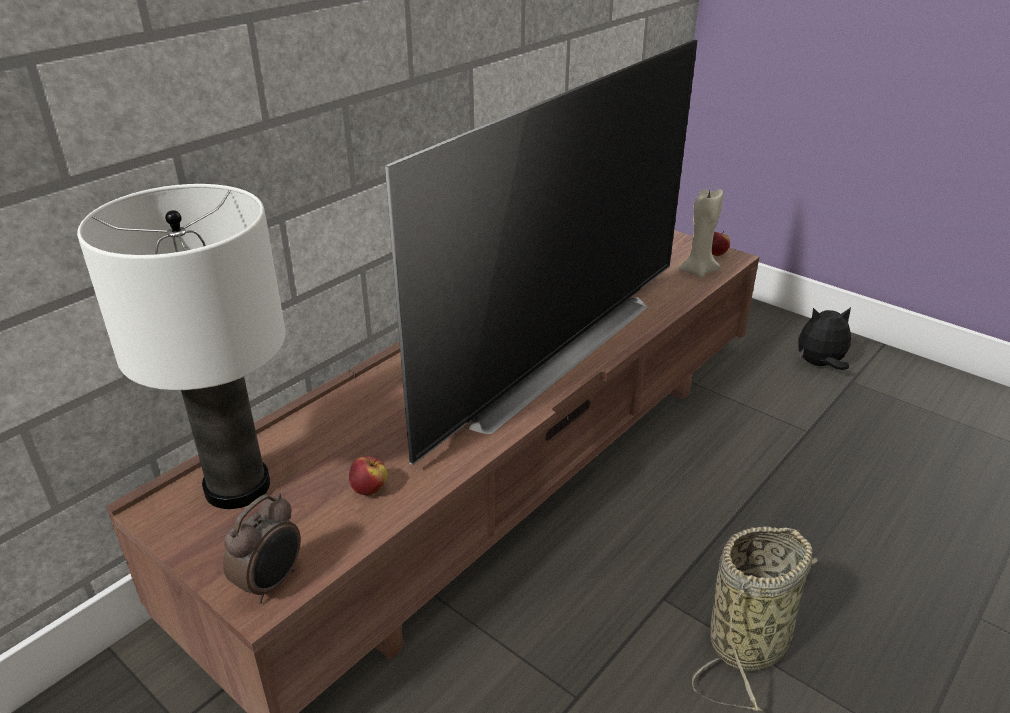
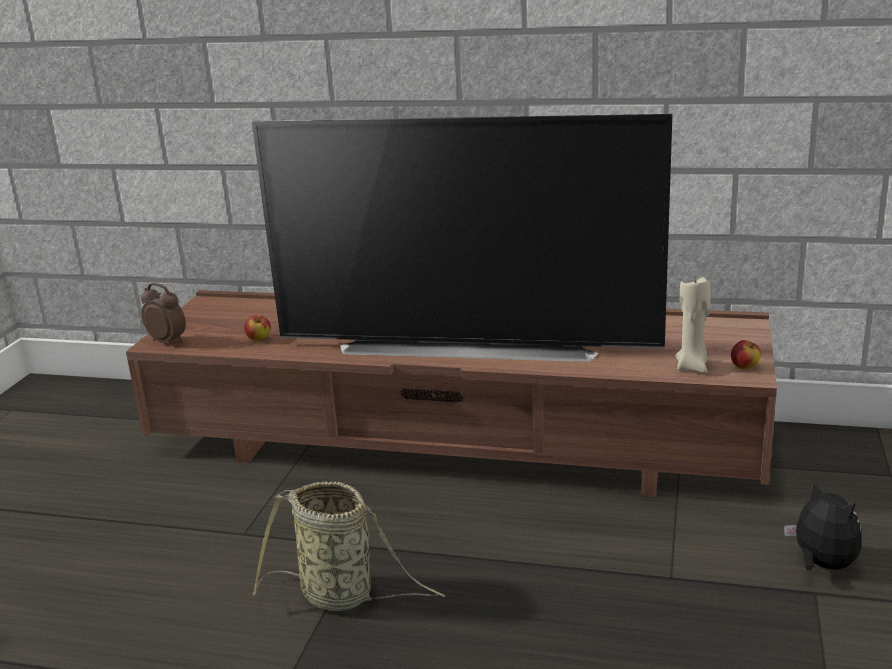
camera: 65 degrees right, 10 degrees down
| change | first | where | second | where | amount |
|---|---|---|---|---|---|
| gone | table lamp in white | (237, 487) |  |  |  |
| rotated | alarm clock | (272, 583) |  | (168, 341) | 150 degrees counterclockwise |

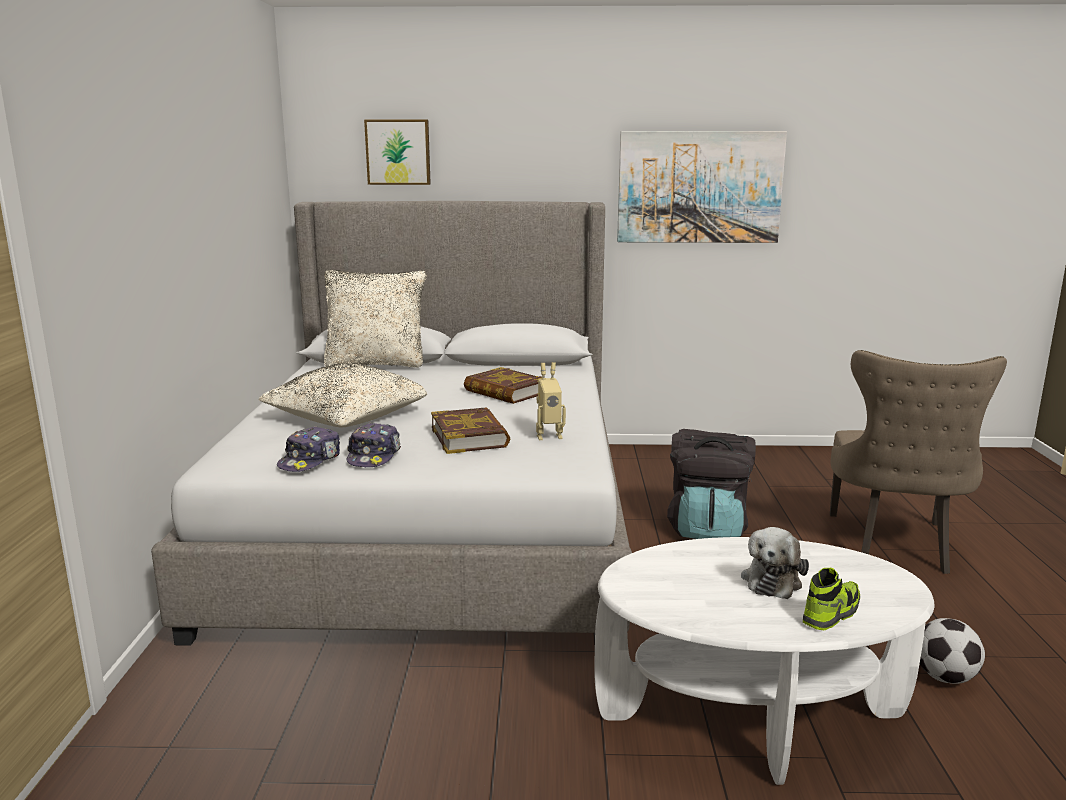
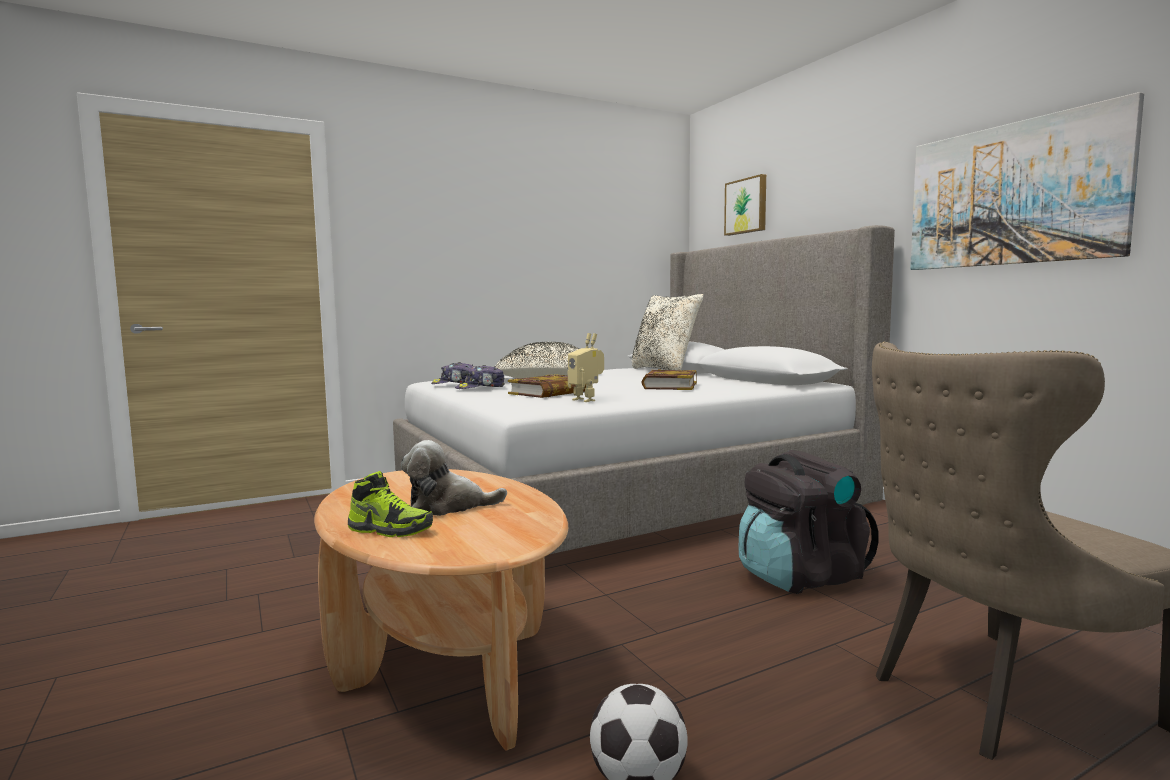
camera: 60 degrees right, 10 degrees down
| change | first | where | second | where | amount |
|---|---|---|---|---|---|
| repainted | coffee table in white | (751, 717) | coffee table in brown | (444, 660) |  |

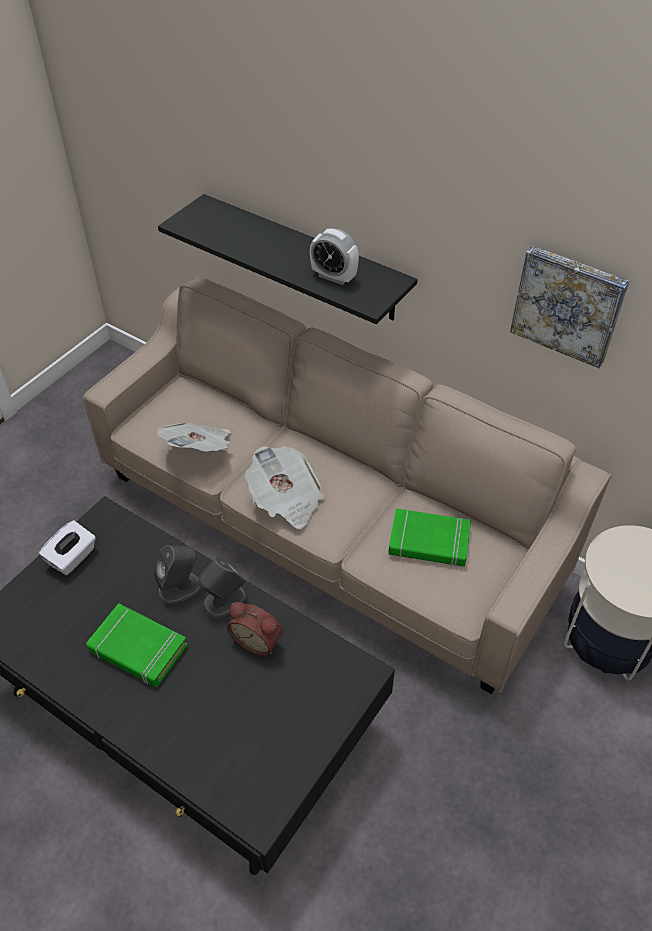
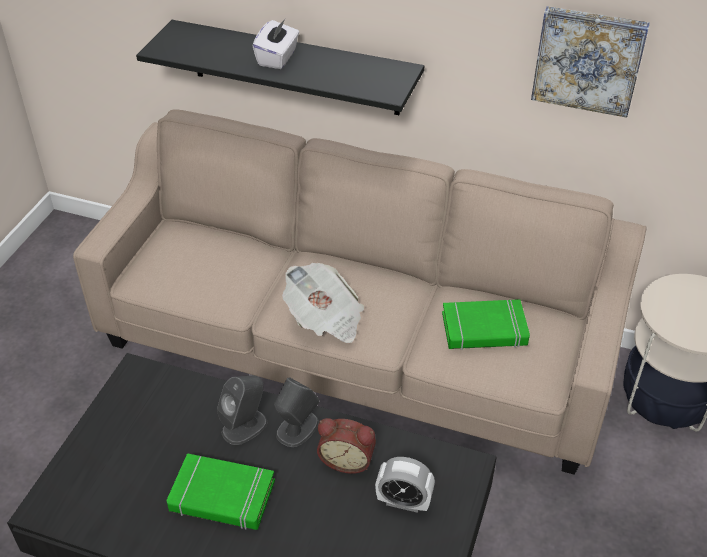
camera: 15 degrees left, 5 degrees down
| change | first | where | second | where | amount |
|---|---|---|---|---|---|
| gone | newspaper | (199, 449) |  |  |  |
| shifted | tissue box in white | (72, 558) |  | (277, 58) |  |
| shifted | alarm clock | (334, 277) |  | (403, 502) |  |

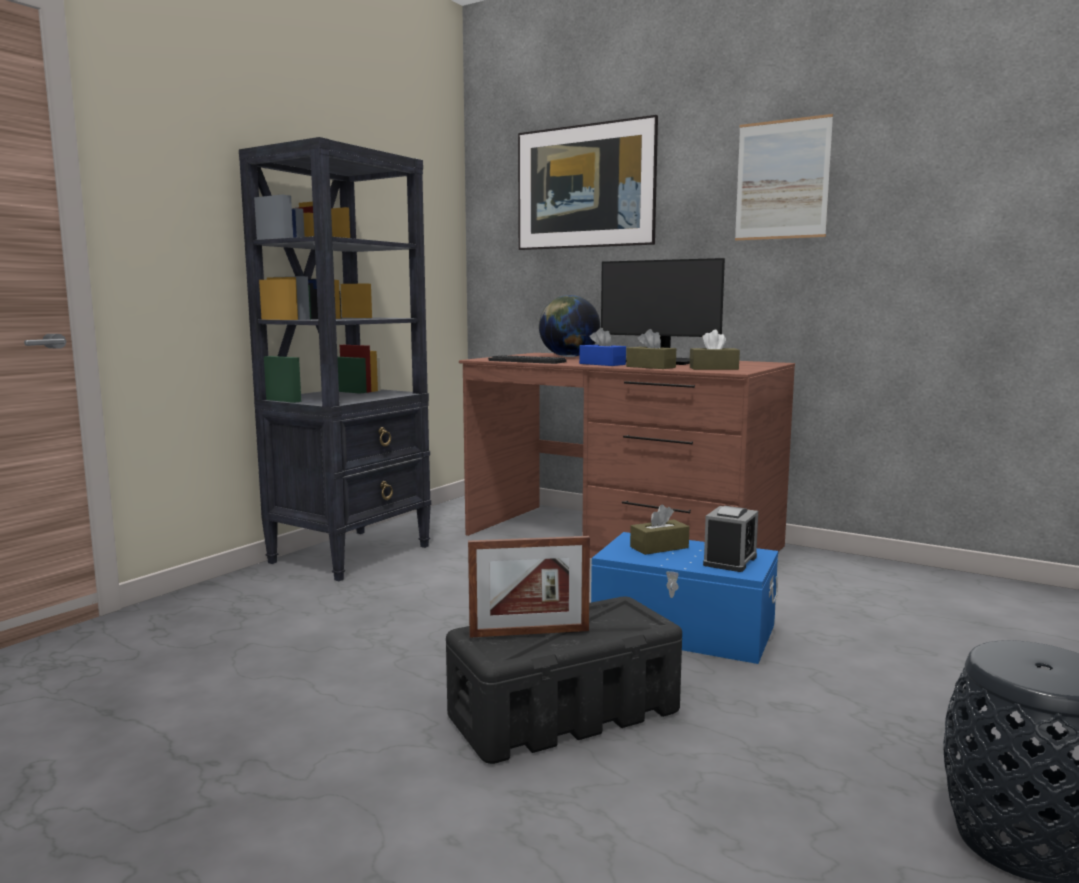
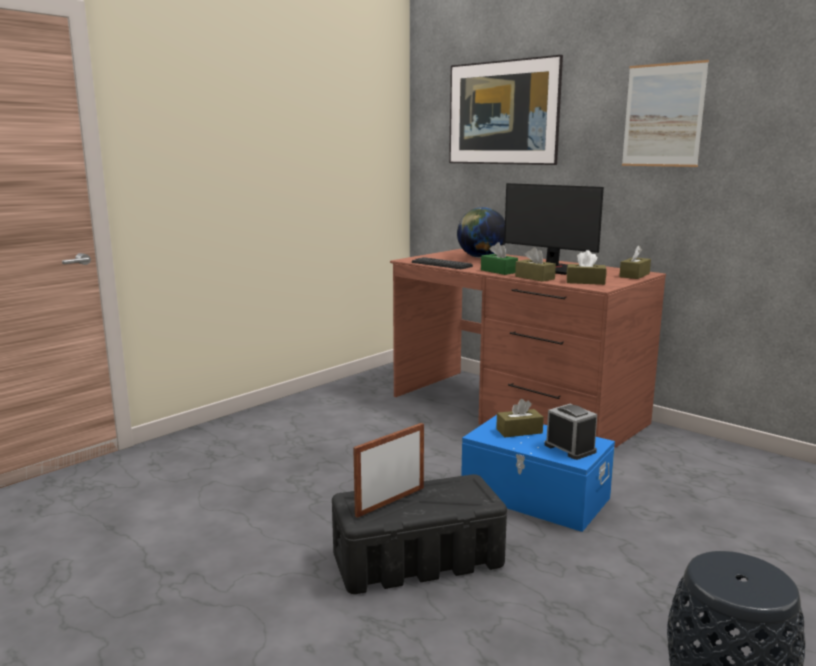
camera: 10 degrees right, 5 degrees up
| change | first | where | second | where | amount |
|---|---|---|---|---|---|
| gone | bookcase in black | (352, 554) |  |  |  |
| new |  |  | tissue box in brown | (634, 275) |  |
| repainted | tissue box in blue | (602, 364) | tissue box in green | (498, 271) |  |
| rotated | picture frame | (529, 633) |  | (390, 501) | 135 degrees clockwise |
| rotated | alarm clock | (730, 561) |  | (570, 448) | 75 degrees counterclockwise |

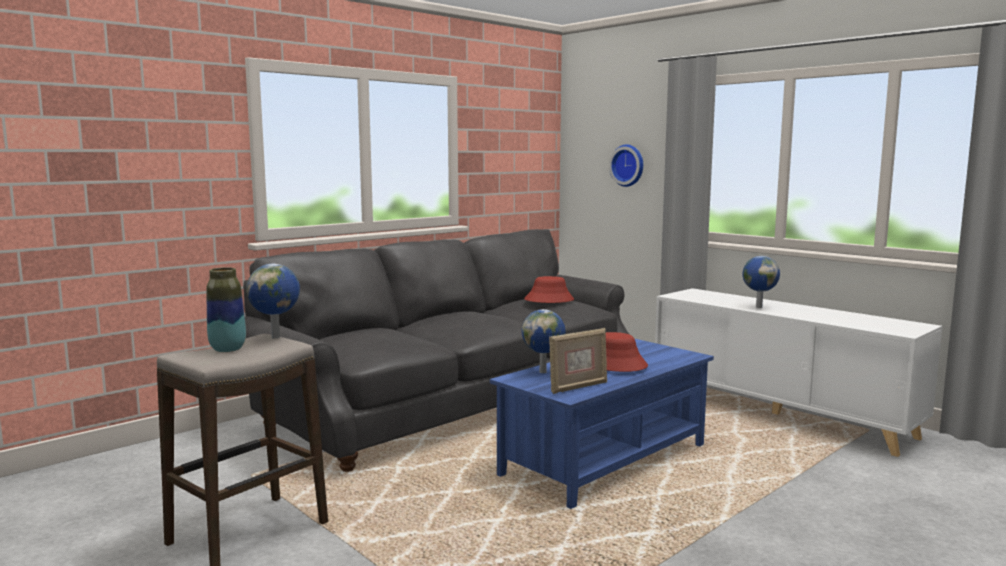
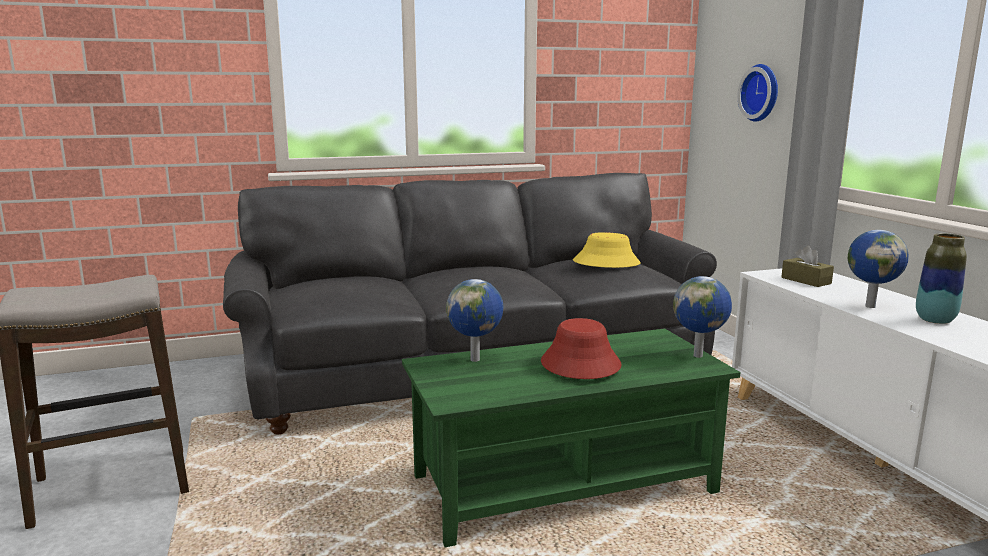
camera: 25 degrees right, 5 degrees up
| change | first | where | second | where | amount |
|---|---|---|---|---|---|
| gone | picture frame | (578, 387) |  |  |  |
| new |  |  | tissue box in brown | (806, 280) |  |
| shifted | vase | (227, 349) |  | (935, 320) |  |
| shifted | globe | (277, 337) |  | (699, 356) |  |
| repainted | coffee table in blue | (605, 460) | coffee table in green | (564, 484) |  |
| repainted | hat in red | (549, 300) | hat in yellow | (606, 262) |  |

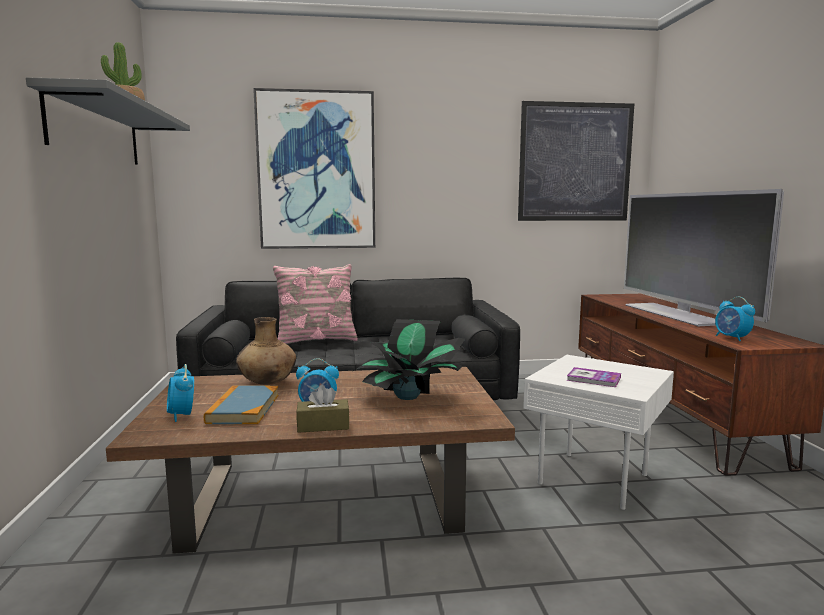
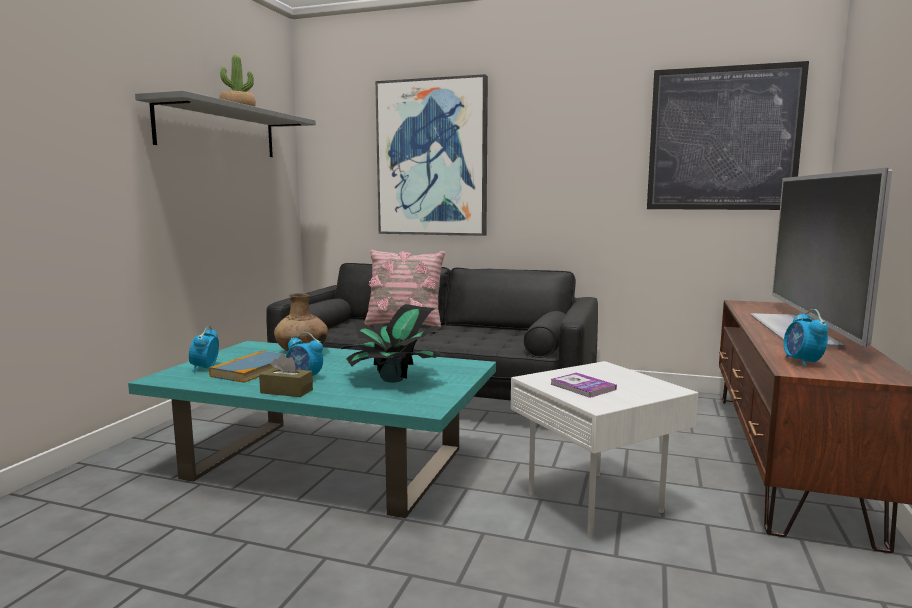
camera: 25 degrees right, 0 degrees up
| change | first | where | second | where | amount |
|---|---|---|---|---|---|
| repainted | coffee table in brown | (328, 495) | coffee table in turquoise | (329, 462) |  |

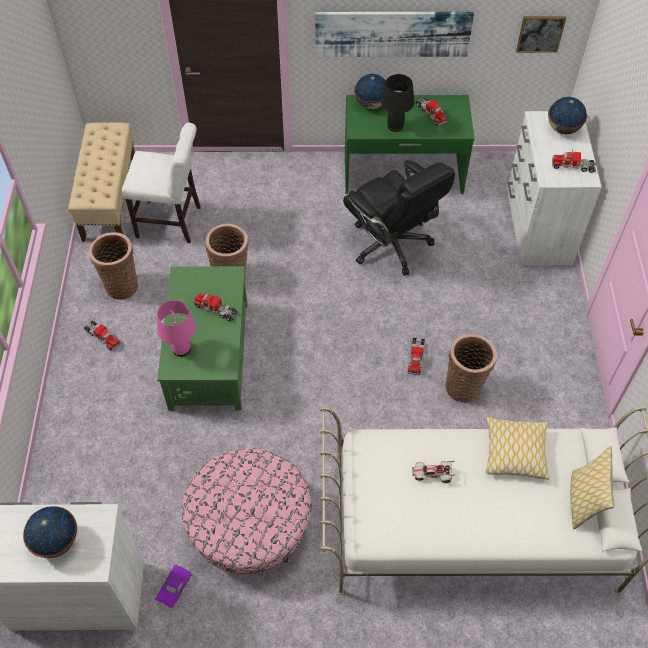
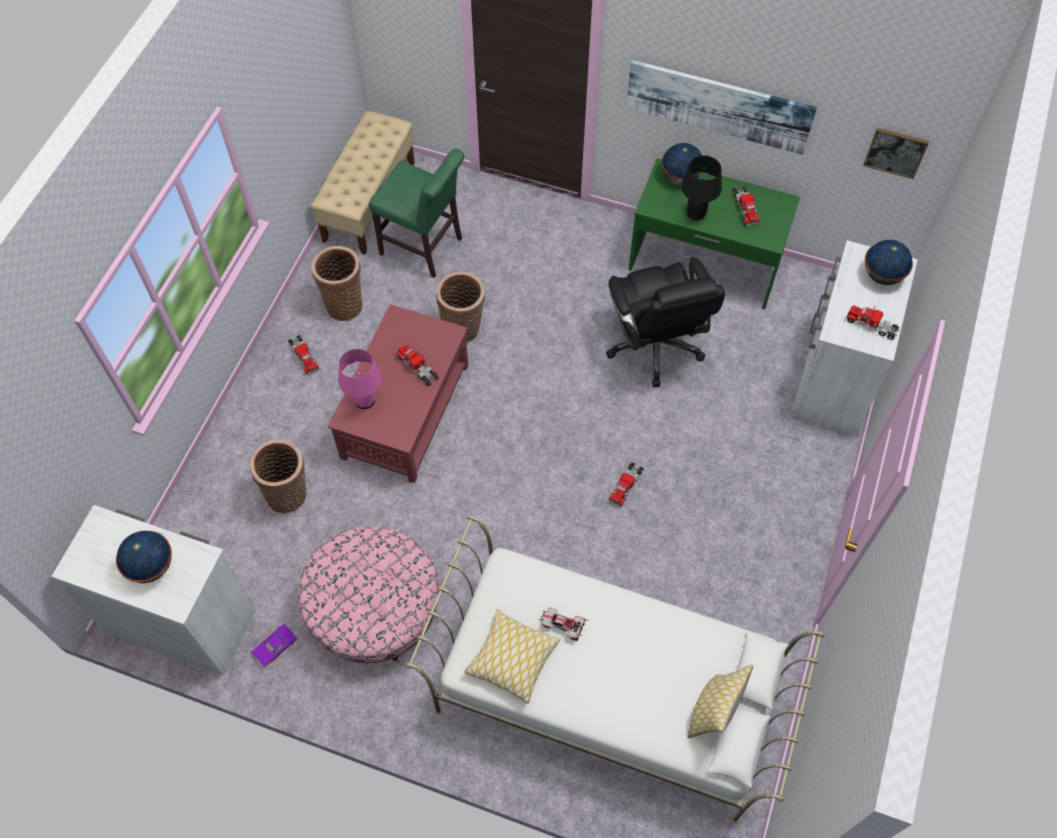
camera: 20 degrees right, 5 degrees up
| change | first | where | second | where | amount |
|---|---|---|---|---|---|
| shifted | basket | (464, 386) |  | (289, 494) |  |
| shifted | pillow | (515, 452) |  | (512, 659) |  |
| repainted | chair in white | (172, 223) | chair in green | (425, 248) |  |
| repainted | coffee table in green | (209, 355) | coffee table in red | (405, 411) |  |

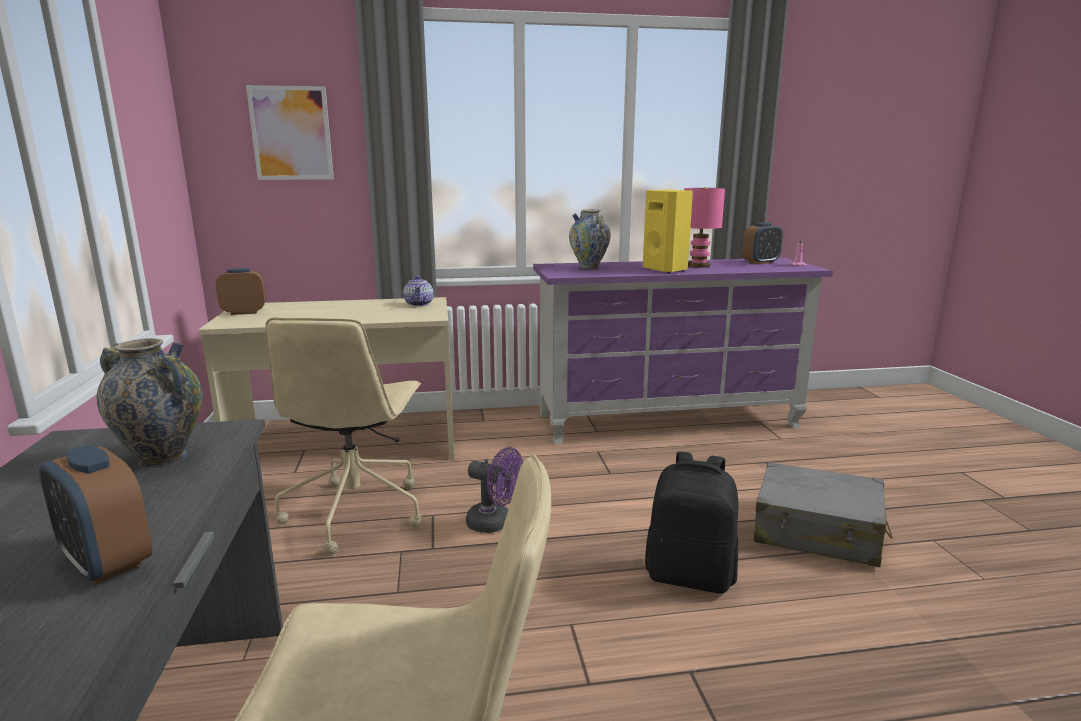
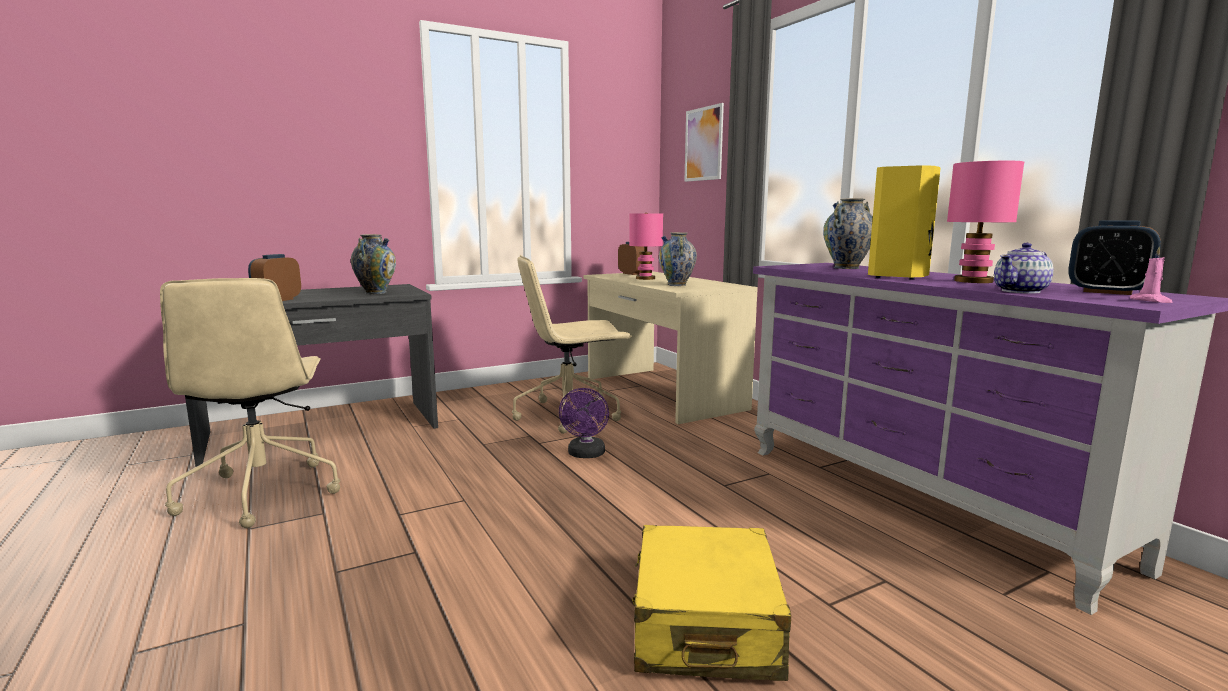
camera: 70 degrees right, 5 degrees down
| change | first | where | second | where | amount |
|---|---|---|---|---|---|
| gone | backpack in black | (690, 575) |  |  |  |
| new |  |  | table lamp in pink | (646, 278) |  |
| new |  |  | vase | (677, 285) |  |
| shifted | teapot | (419, 304) |  | (1021, 291) |  |
| repainted | suitcase in grey | (817, 532) | suitcase in yellow | (705, 625) |  |

